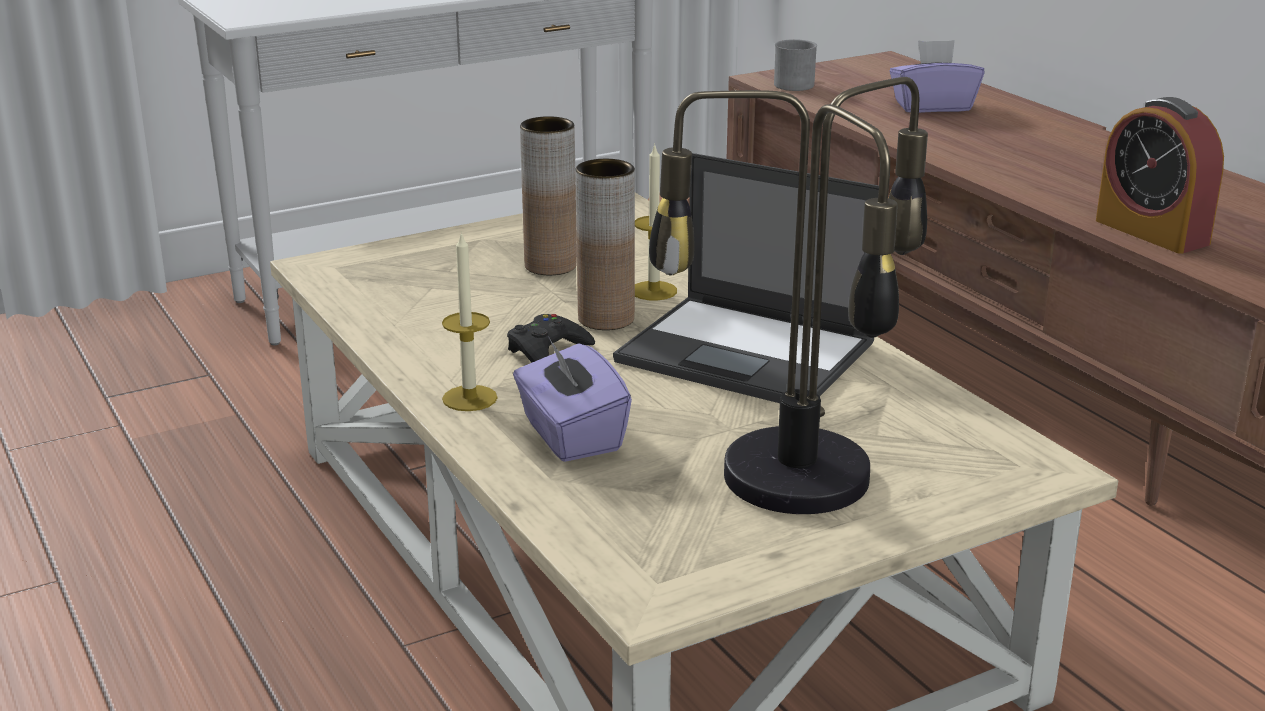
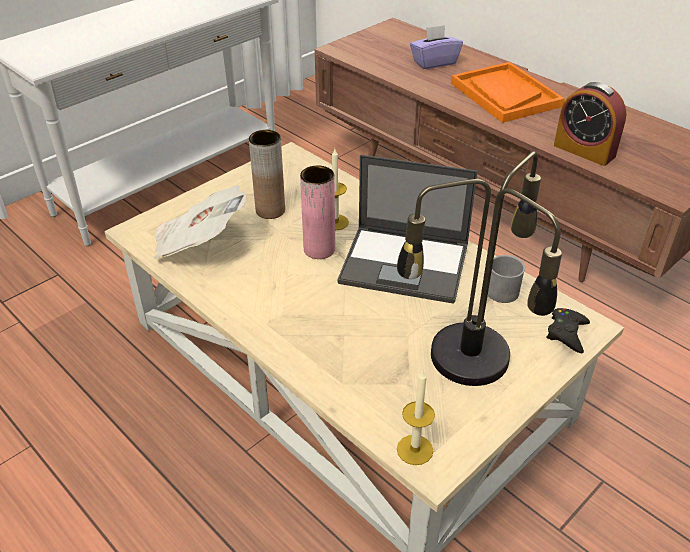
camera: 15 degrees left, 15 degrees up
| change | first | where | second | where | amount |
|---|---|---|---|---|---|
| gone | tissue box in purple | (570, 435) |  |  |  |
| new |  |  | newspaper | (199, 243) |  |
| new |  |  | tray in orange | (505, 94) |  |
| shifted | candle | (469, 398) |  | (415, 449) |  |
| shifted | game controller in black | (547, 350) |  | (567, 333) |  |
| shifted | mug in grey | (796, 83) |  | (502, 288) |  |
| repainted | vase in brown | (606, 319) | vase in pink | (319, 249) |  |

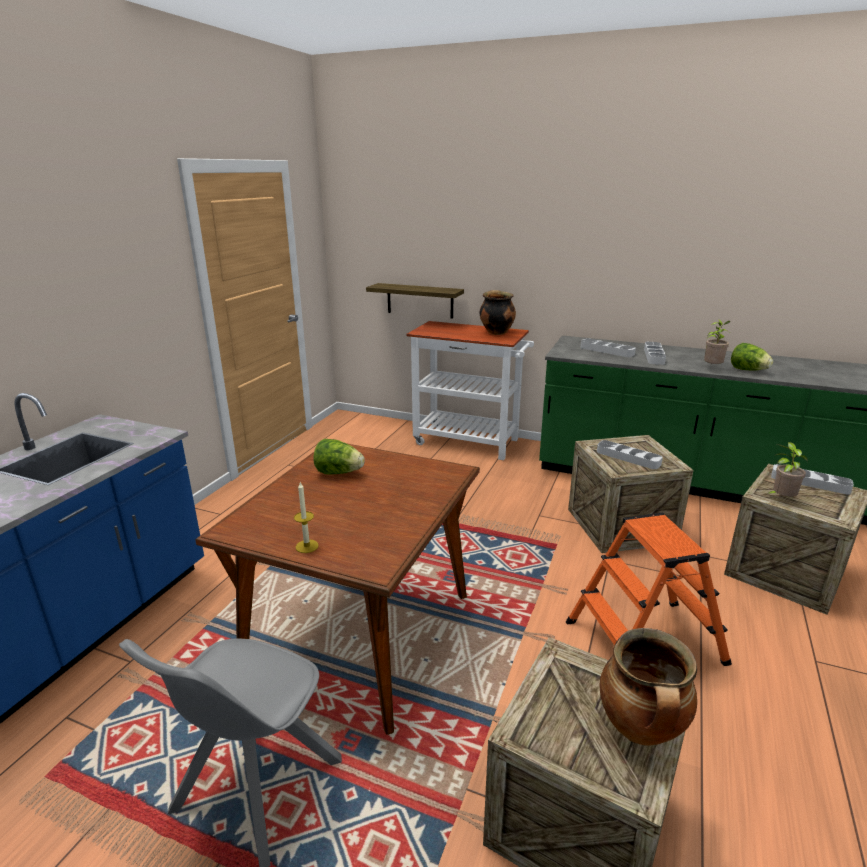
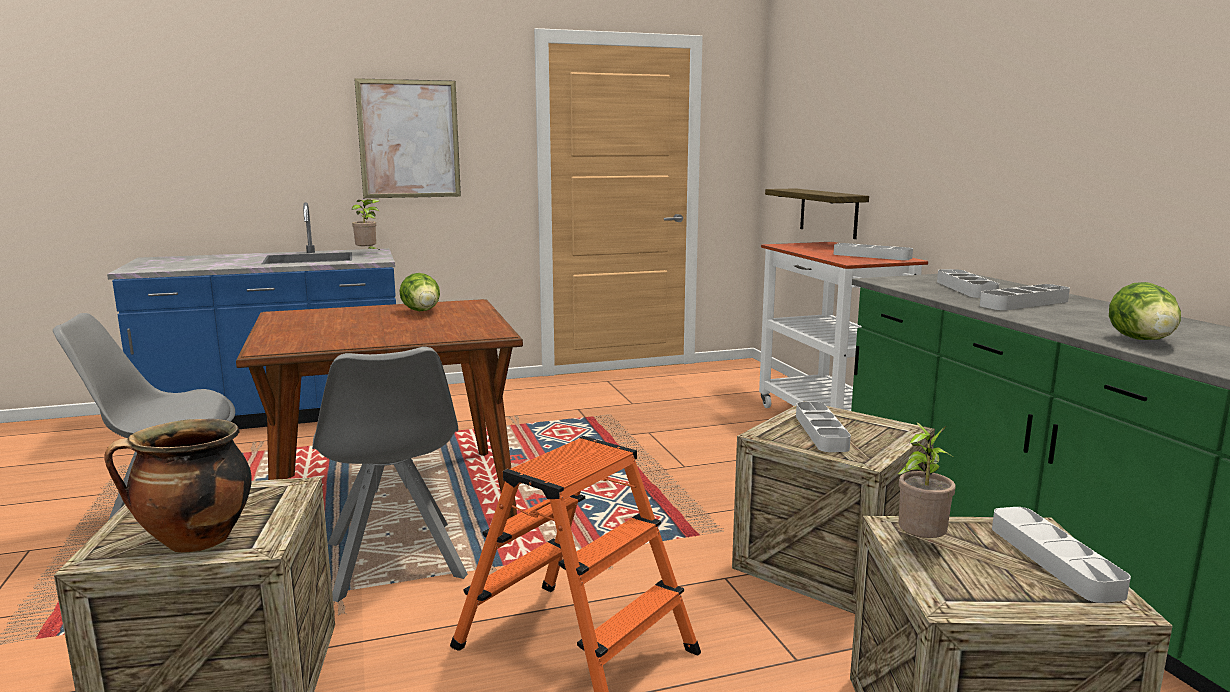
camera: 50 degrees right, 10 degrees down
| change | first | where | second | where | amount |
|---|---|---|---|---|---|
| gone | candle | (307, 546) |  |  |  |
| new |  |  | chair in grey | (394, 562) |  |
| new |  |  | picture | (409, 139) |  |
| shifted | potted plant | (712, 368) |  | (368, 253) |  |
| swapped | cooking pot | (496, 332) | tray in grey | (872, 256) |  |

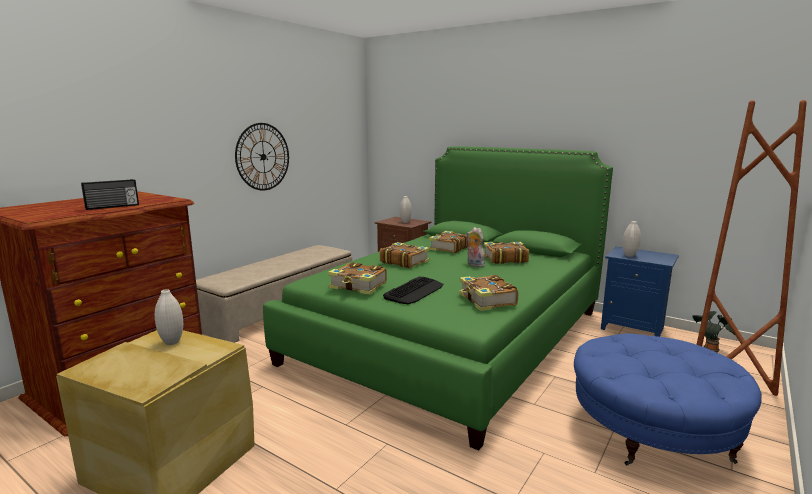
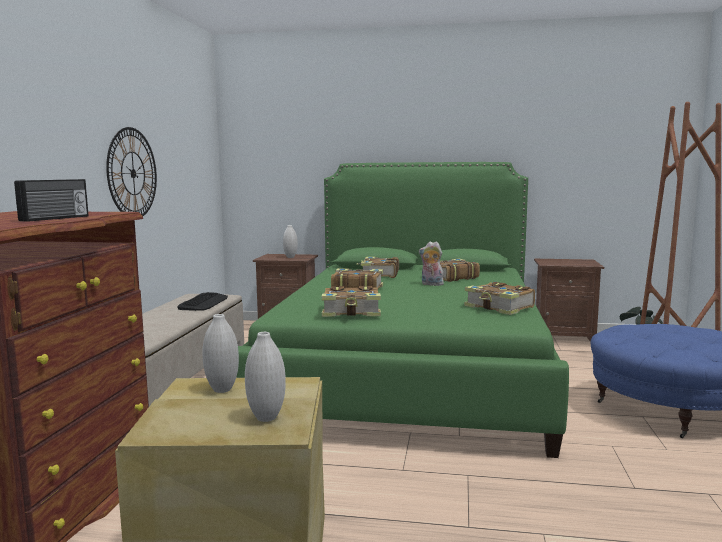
camera: 25 degrees left, 5 degrees down
| change | first | where | second | where | amount |
|---|---|---|---|---|---|
| shifted | keyboard | (414, 291) |  | (204, 303) |  |
| shifted | vase in white | (629, 255) |  | (266, 418) |  |
| repainted | nightstand in blue | (633, 328) | nightstand in brown | (563, 338) |  |

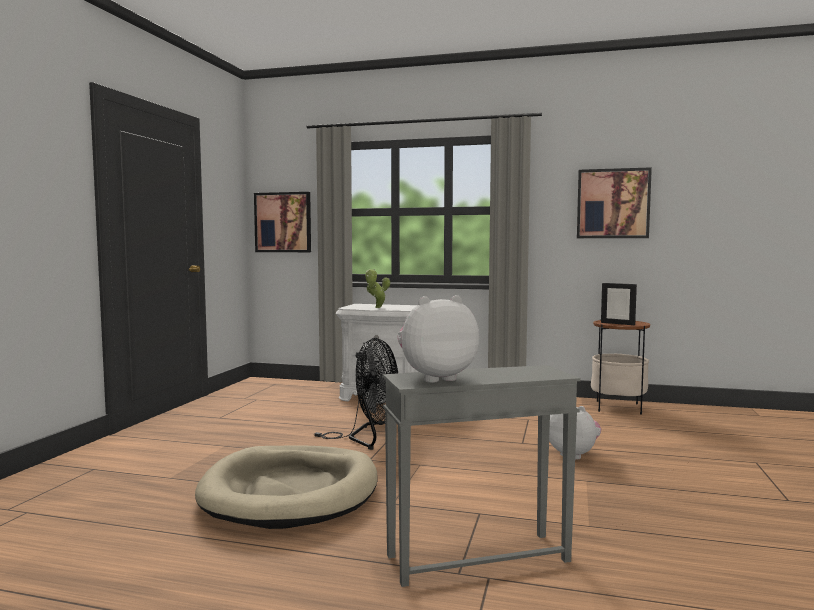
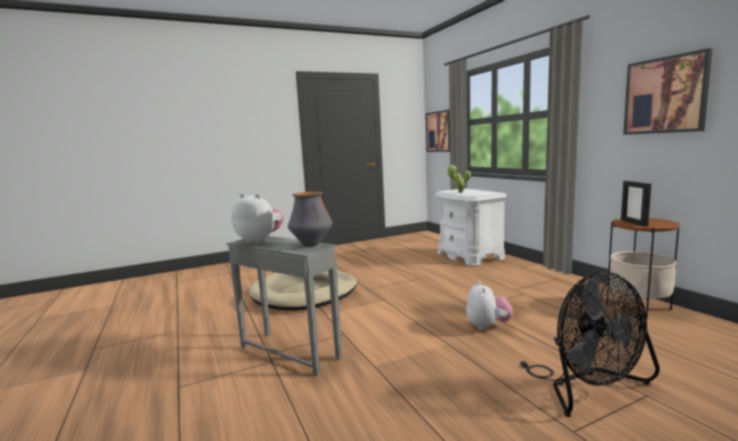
camera: 50 degrees right, 5 degrees up
| change | first | where | second | where | amount |
|---|---|---|---|---|---|
| new |  |  | vase | (311, 245) |  |
| shifted | fan in black | (368, 434) |  | (585, 387) |  |

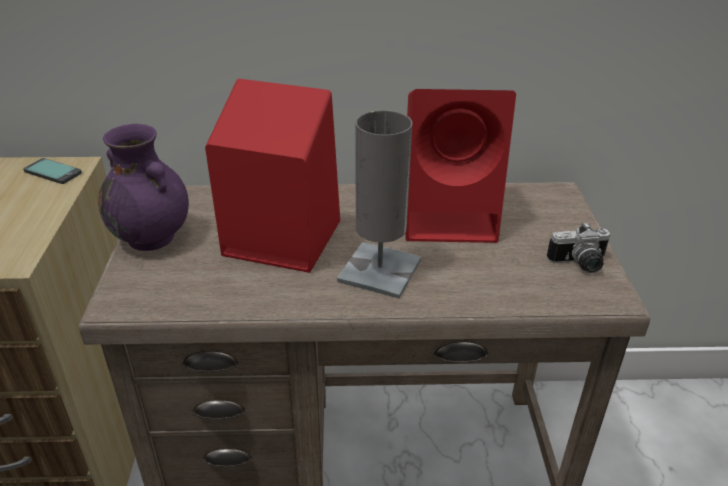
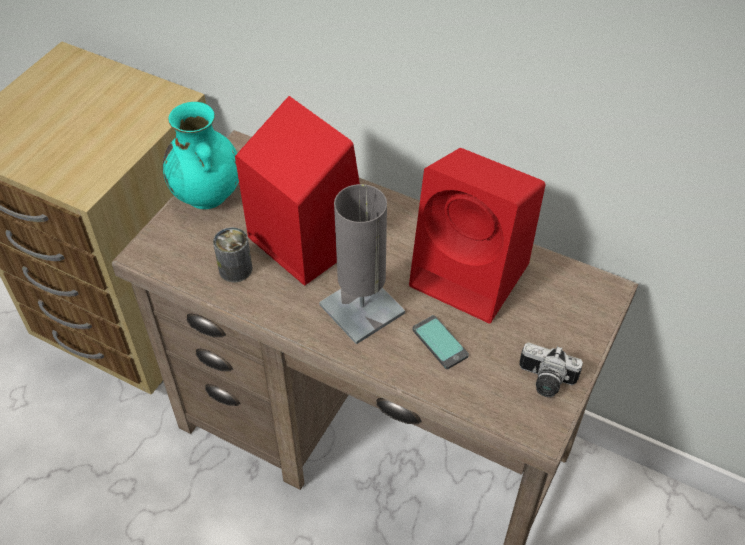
camera: 30 degrees right, 15 degrees up
| change | first | where | second | where | amount |
|---|---|---|---|---|---|
| new |  |  | can | (235, 269) |  |
| shifted | phone | (53, 172) |  | (440, 342) |  |
| repainted | vase in purple | (152, 238) | vase in turquoise | (207, 195) |  |

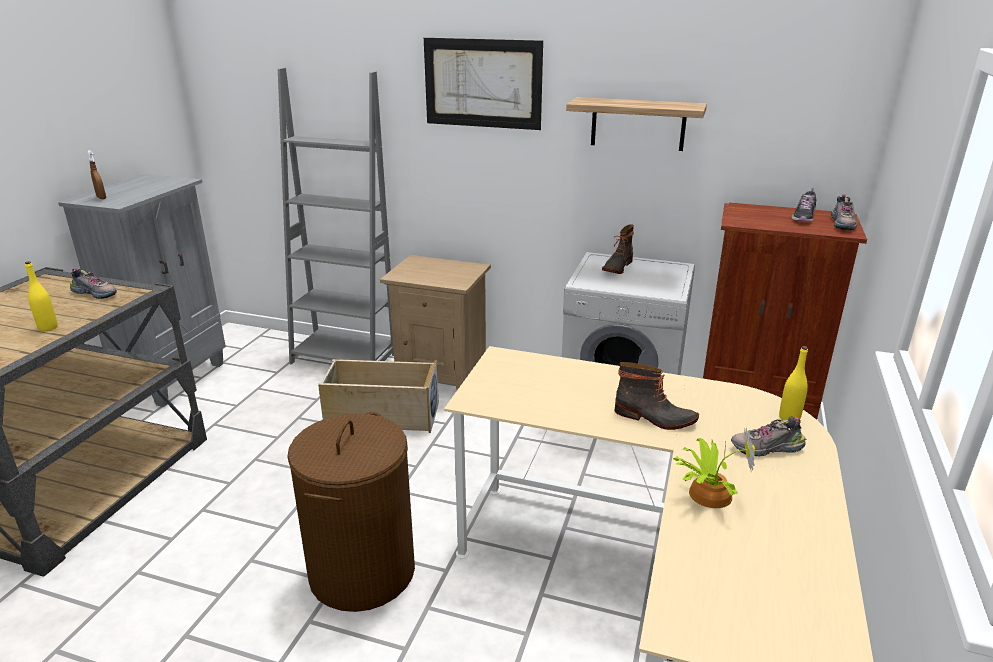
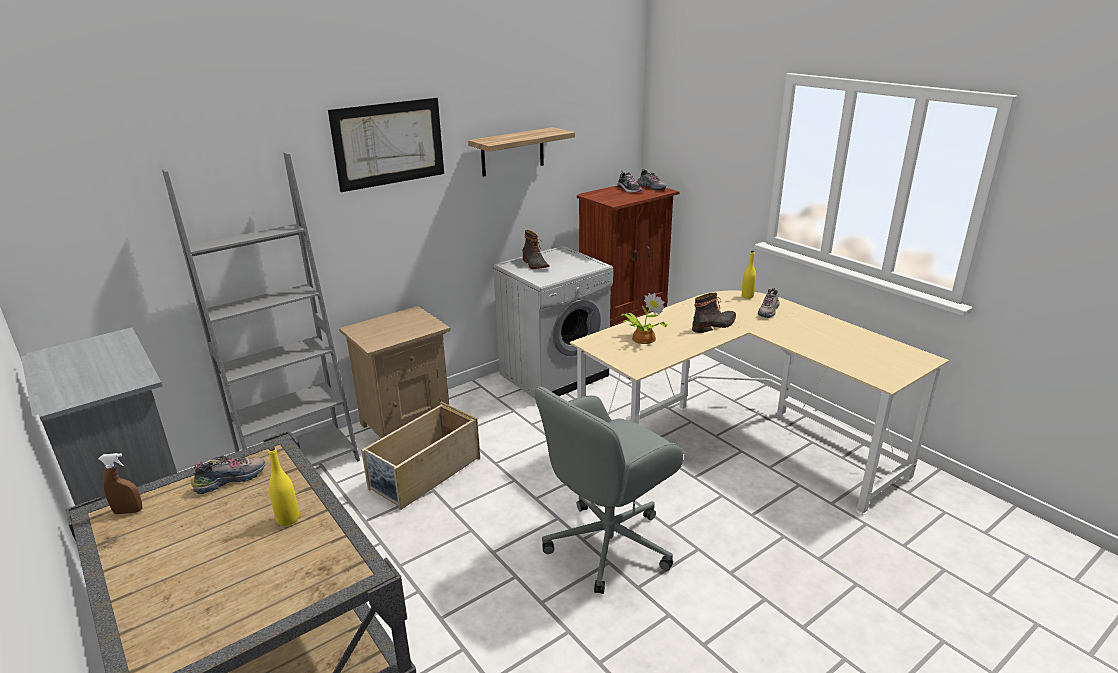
camera: 55 degrees left, 0 degrees up
| change | first | where | second | where | amount |
|---|---|---|---|---|---|
| shifted | spray bottle in brown | (101, 198) |  | (128, 511) |  |
| shifted | potted plant | (707, 493) |  | (642, 338) |  |
| swapped | laundry basket in brown | (362, 571) | office chair in grey | (608, 545) |  |

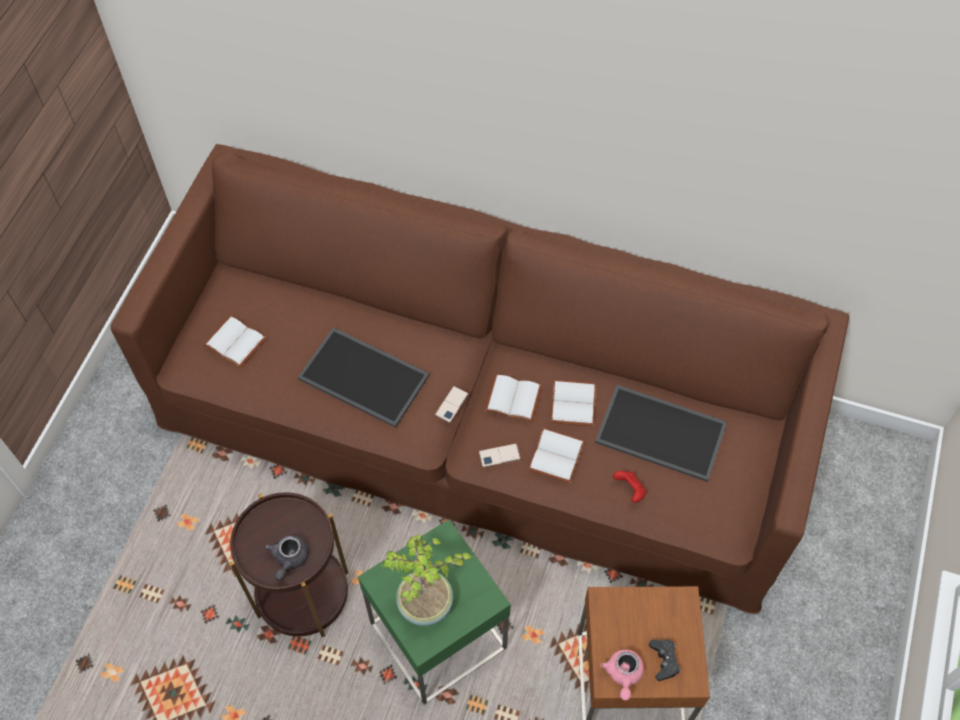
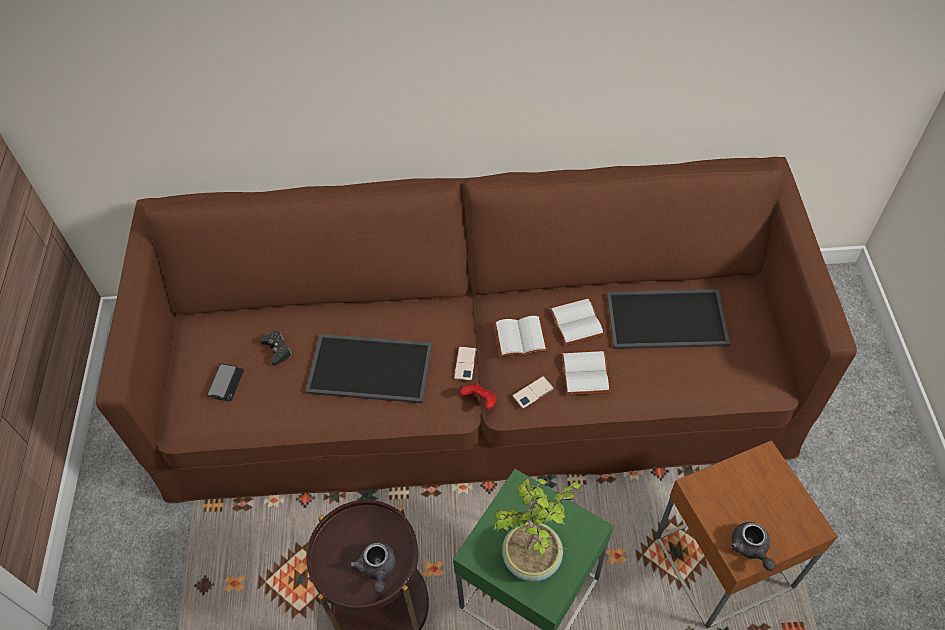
camera: 20 degrees left, 5 degrees down
| change | first | where | second | where | amount |
|---|---|---|---|---|---|
| shifted | game controller in red | (630, 490) |  | (480, 401) |  |
| shifted | game controller in black | (664, 660) |  | (277, 350) |  |
| swapped | book in white | (233, 343) | phone | (226, 383) |  |
| repainted | teapot in pink | (623, 675) | teapot in grey | (751, 549) |  |

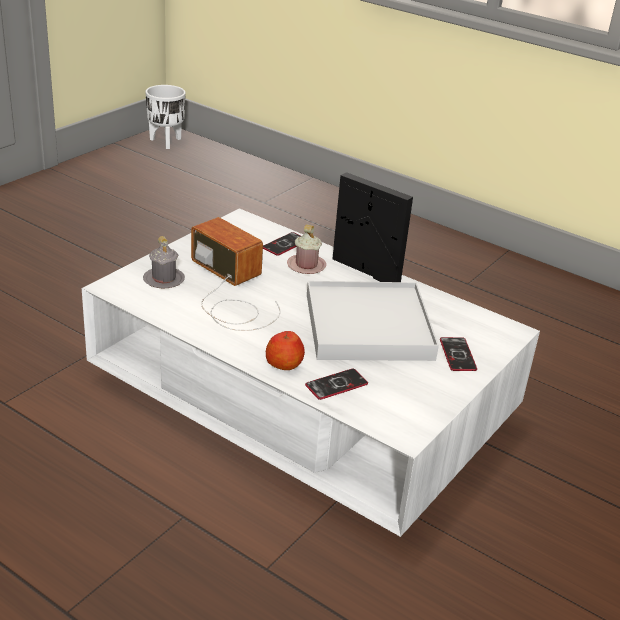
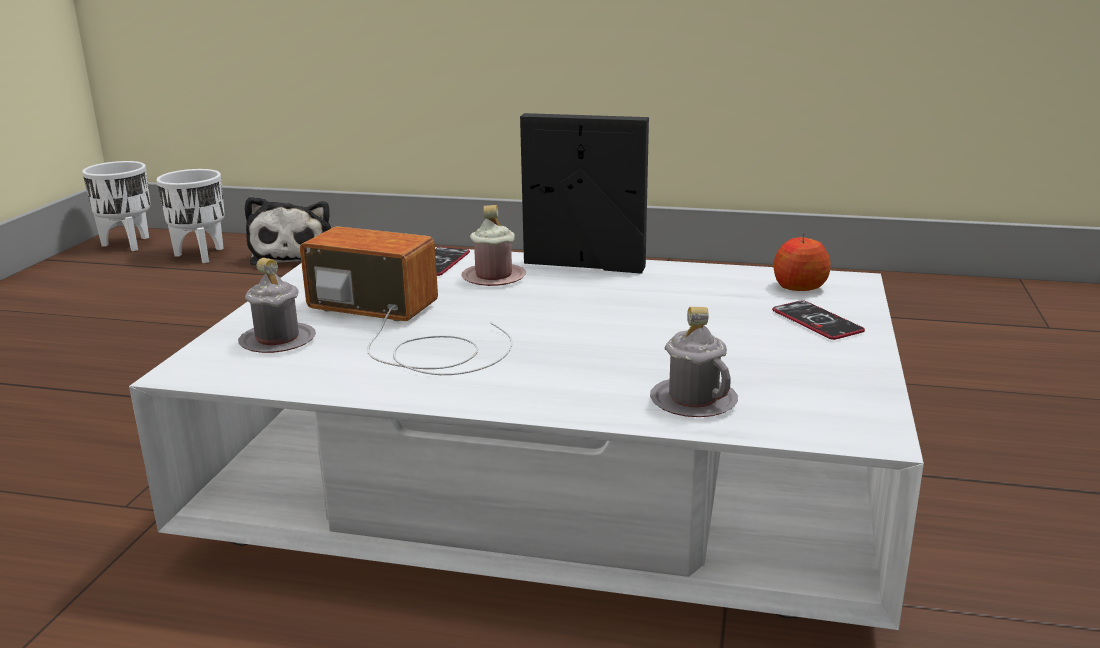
camera: 20 degrees left, 10 degrees down
| change | first | where | second | where | amount |
|---|---|---|---|---|---|
| gone | tray in white | (368, 326) |  |  |  |
| new |  |  | planter in white | (201, 255) |  |
| new |  |  | plush toy | (294, 254) |  |
| shifted | apple | (284, 364) |  | (799, 286) |  |
| swapped | phone | (336, 385) | mug in grey | (693, 401) |  |

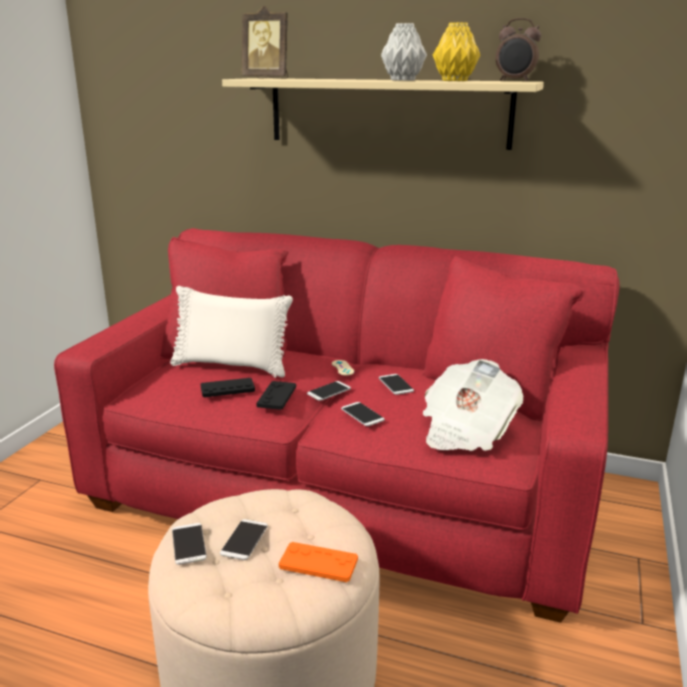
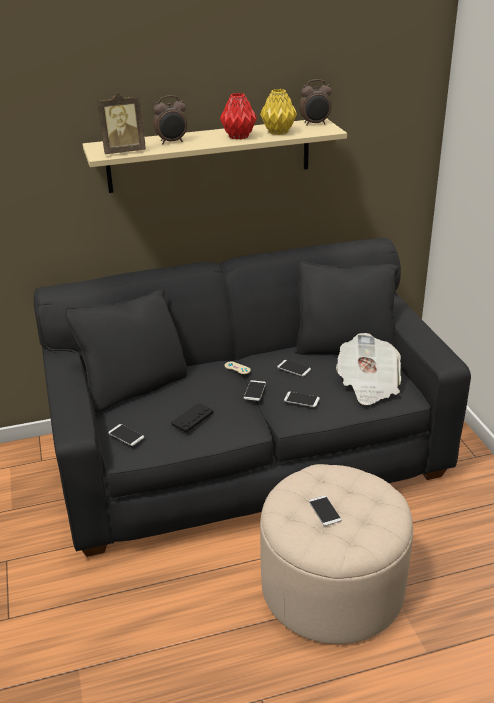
camera: 35 degrees left, 10 degrees up
| change | first | where | second | where | amount |
|---|---|---|---|---|---|
| gone | pillow in white | (231, 366) |  |  |  |
| gone | game controller in black | (277, 396) |  |  |  |
| gone | game controller in orange | (318, 563) |  |  |  |
| new |  |  | alarm clock | (172, 142) |  |
| shifted | phone | (189, 544) |  | (126, 435) |  |
| repainted | sofa in red | (342, 494) | sofa in black | (249, 459) |  |
| repainted | vase in grey | (401, 80) | vase in red | (238, 137) |  |

